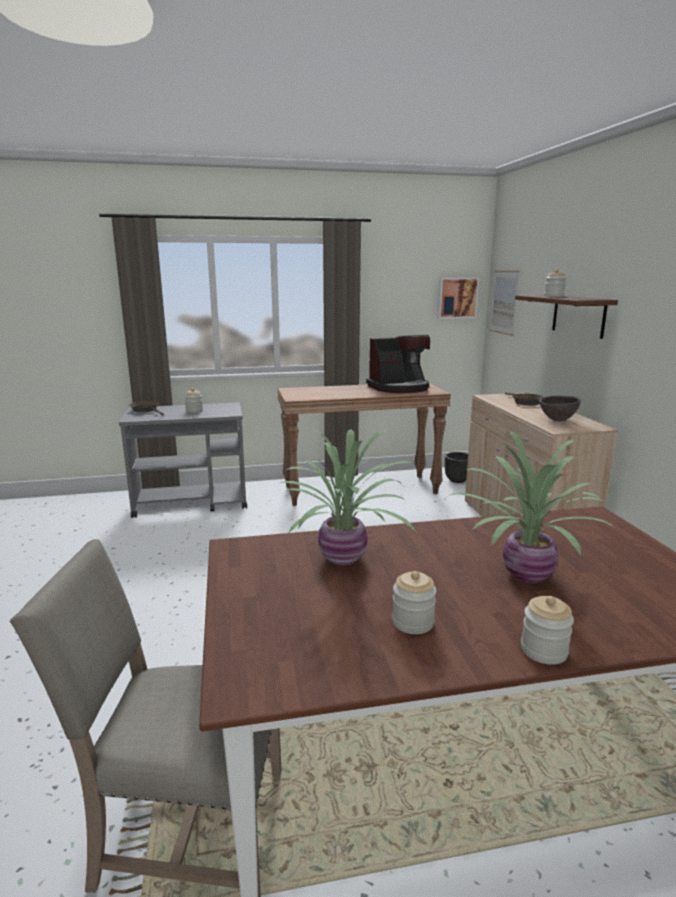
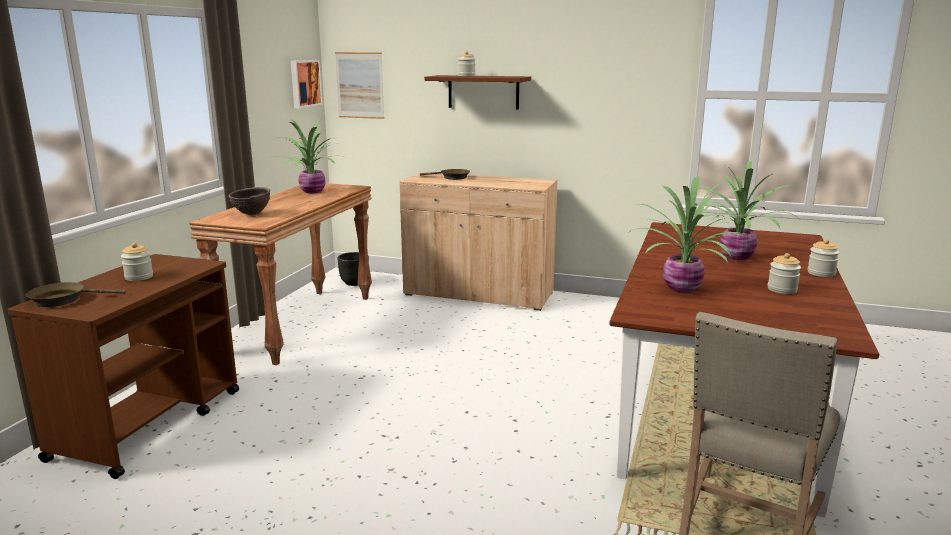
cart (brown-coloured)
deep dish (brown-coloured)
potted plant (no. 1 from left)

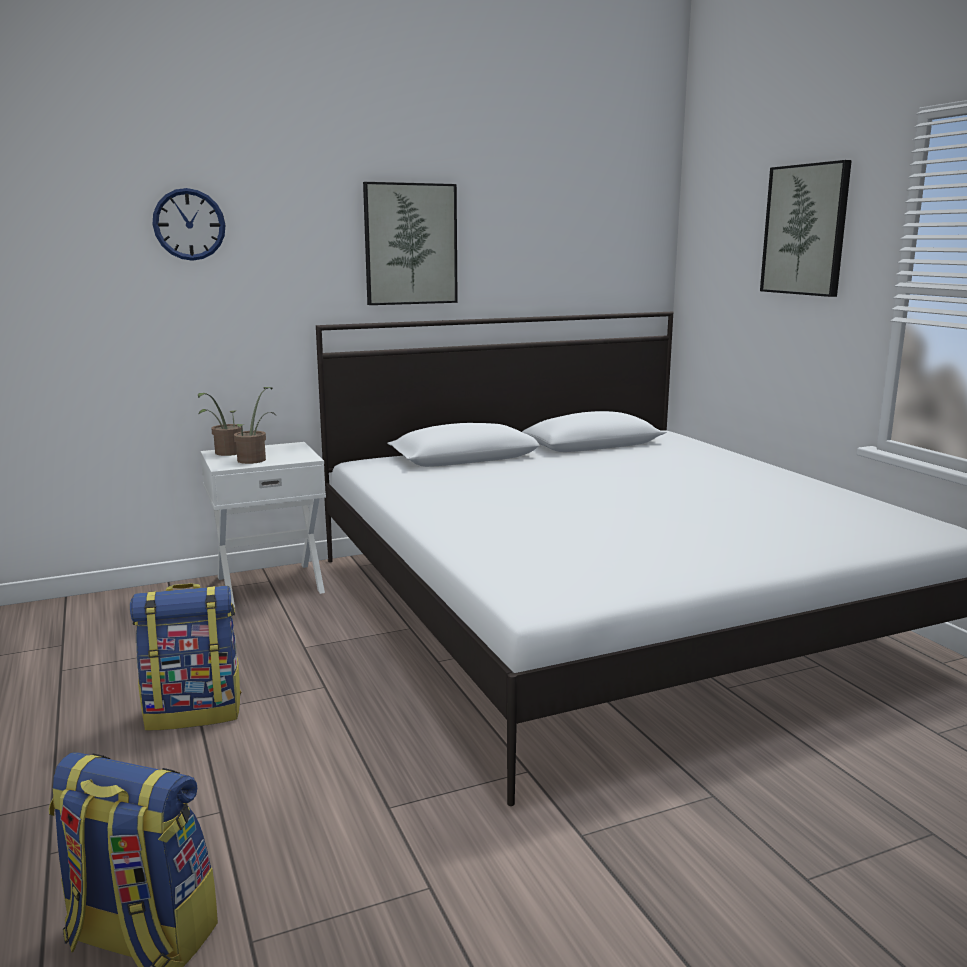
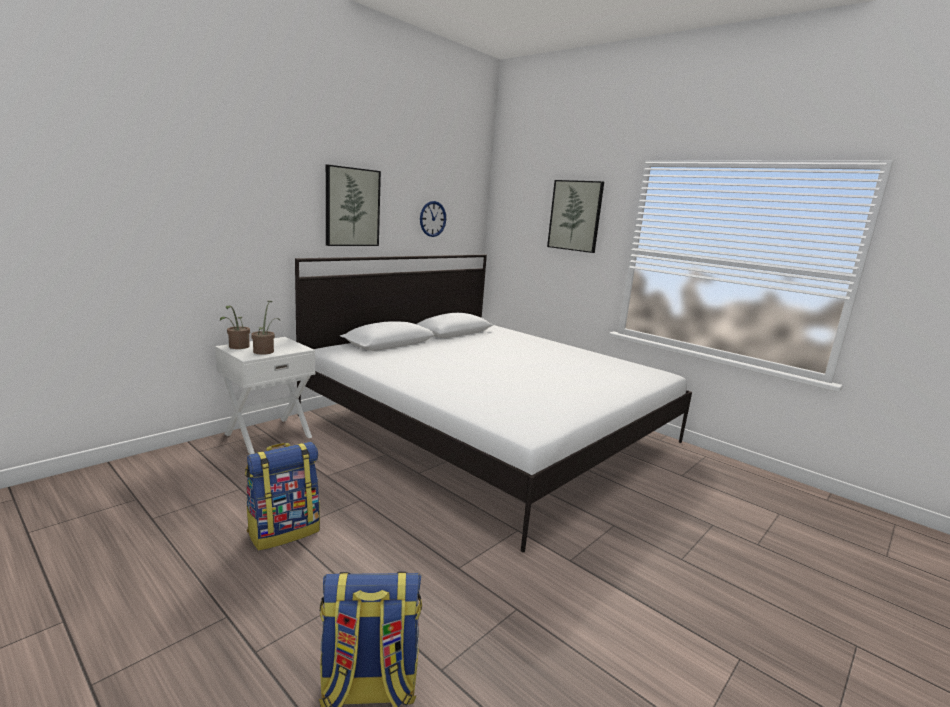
hanging clock

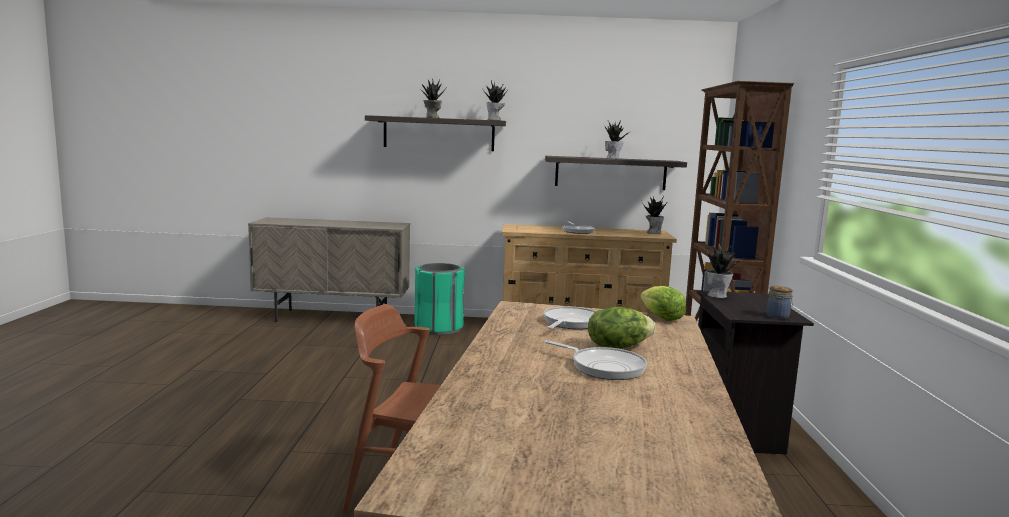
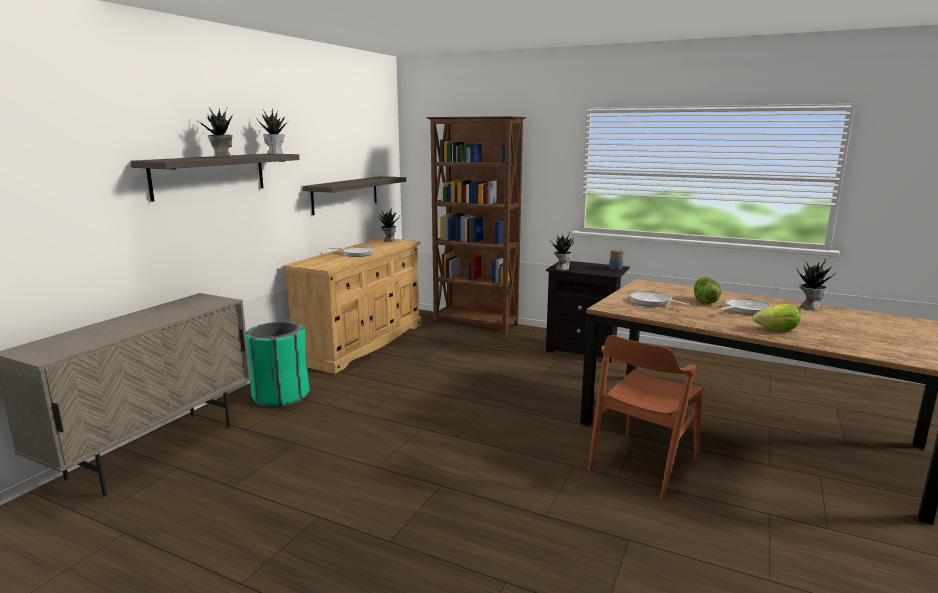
head of lettuce (no. 2 from left)
potted plant (no. 5 from left)

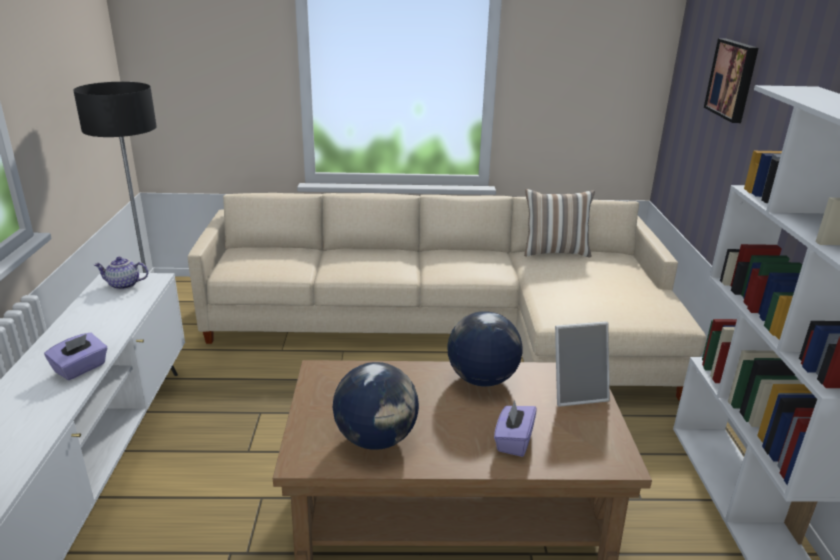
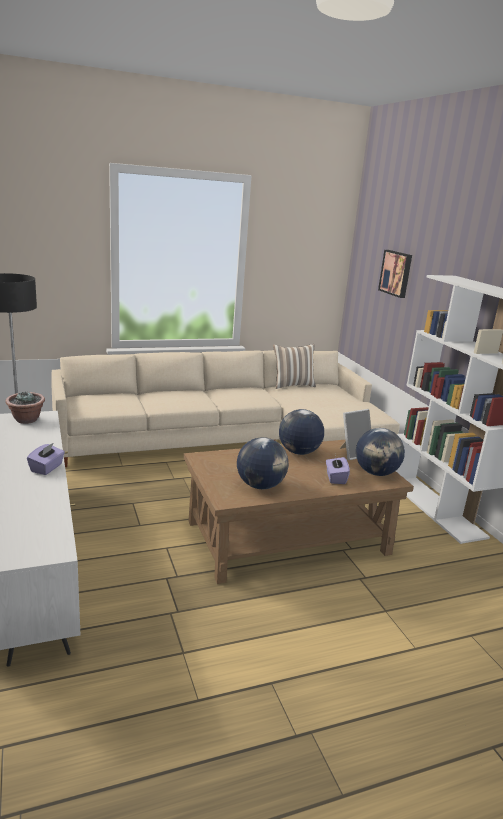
potted plant
desk globe (no. 3 from left)

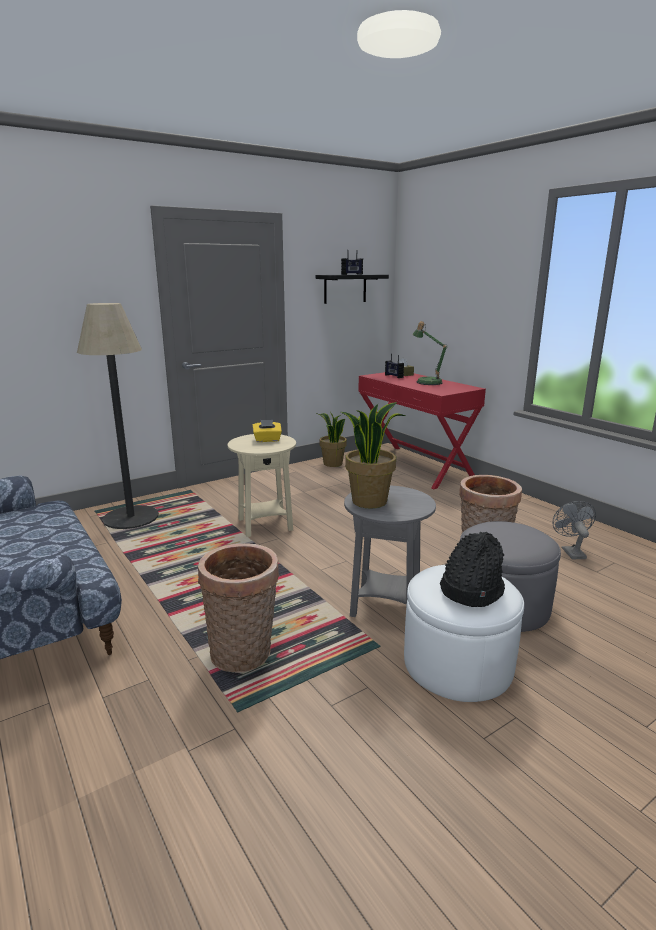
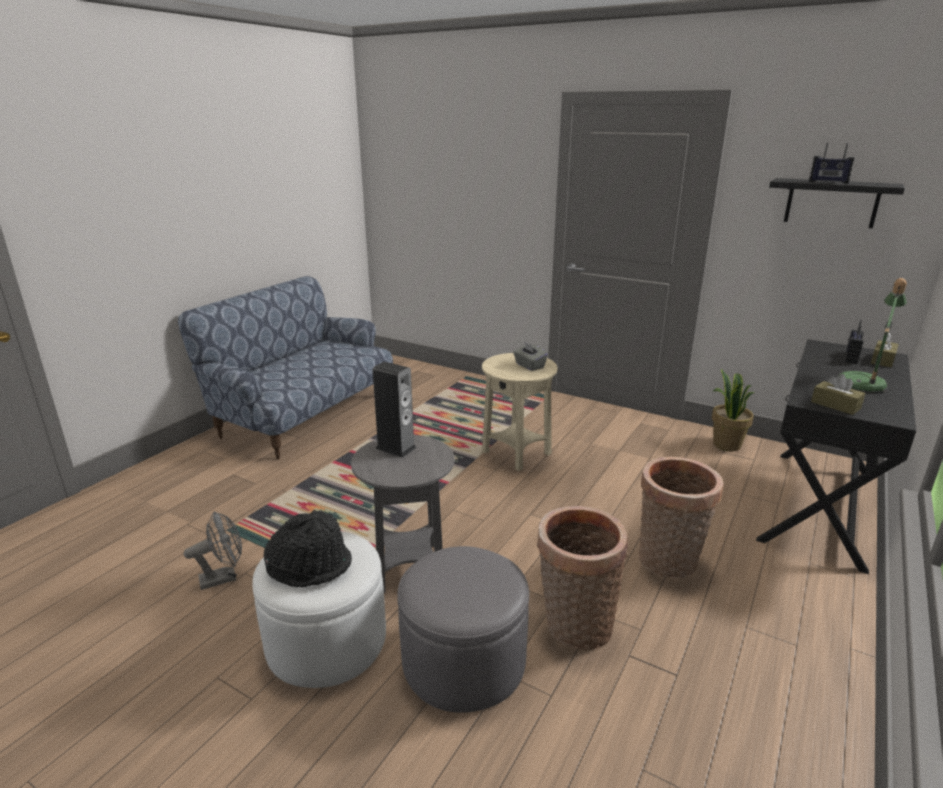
cooling fan (gray)
loudspeaker
box of tissues (gray)
basket (no. 2 from left)
narrow table (black)
box of tissues (brown-coloured) (no. 1 from left)
floor lamp

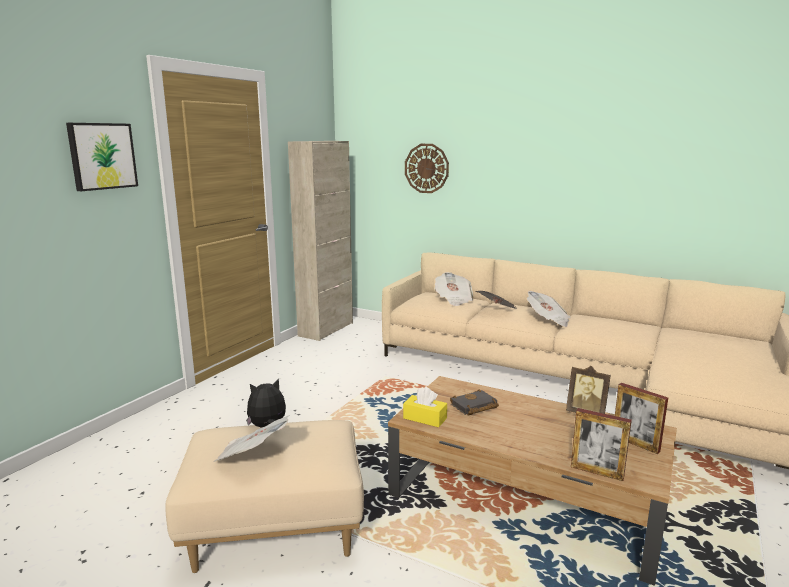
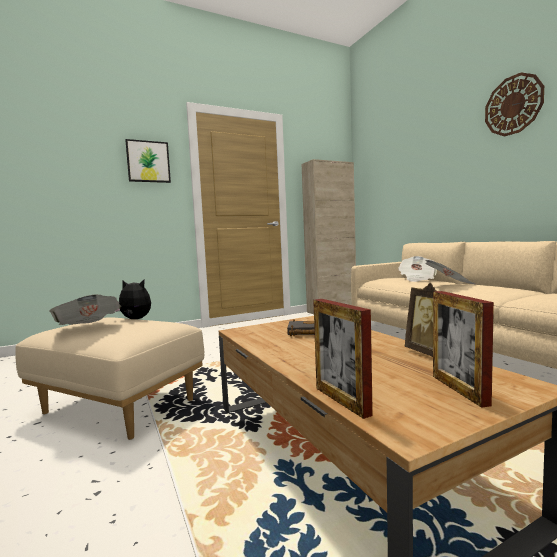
hanging clock
box of tissues (yellowish)
newspaper (no. 4 from left in the first image)

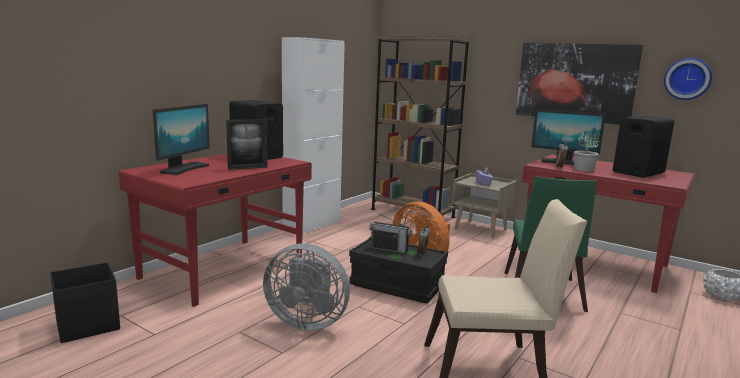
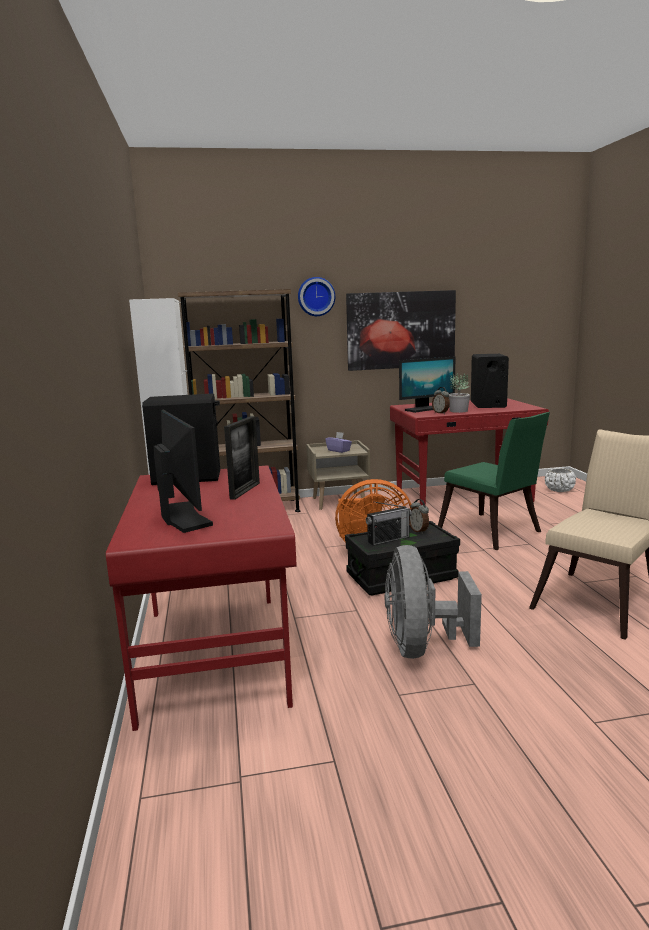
hanging clock
cooling fan (gray)
storage bin (black) (no. 1 from left in the first image)

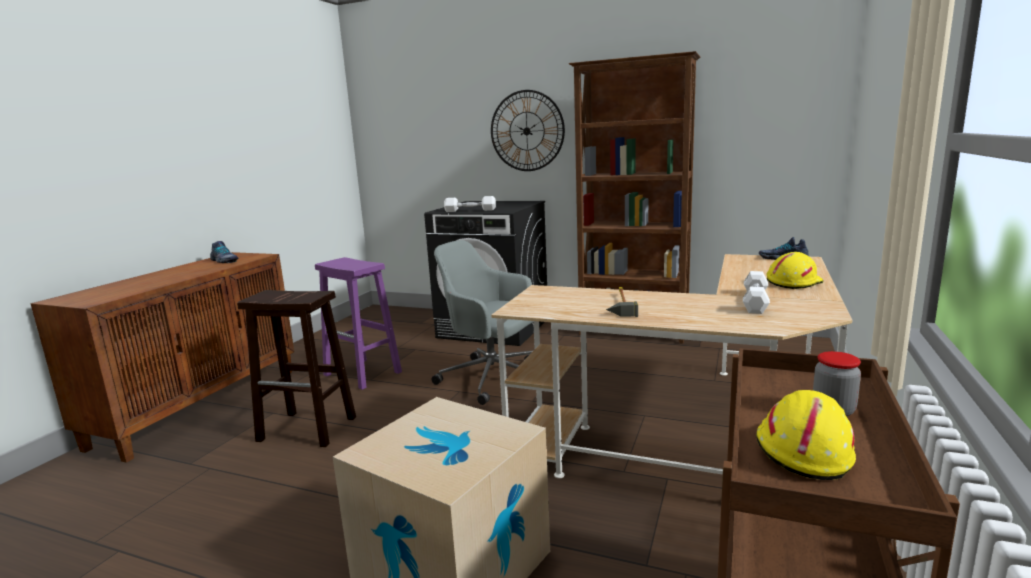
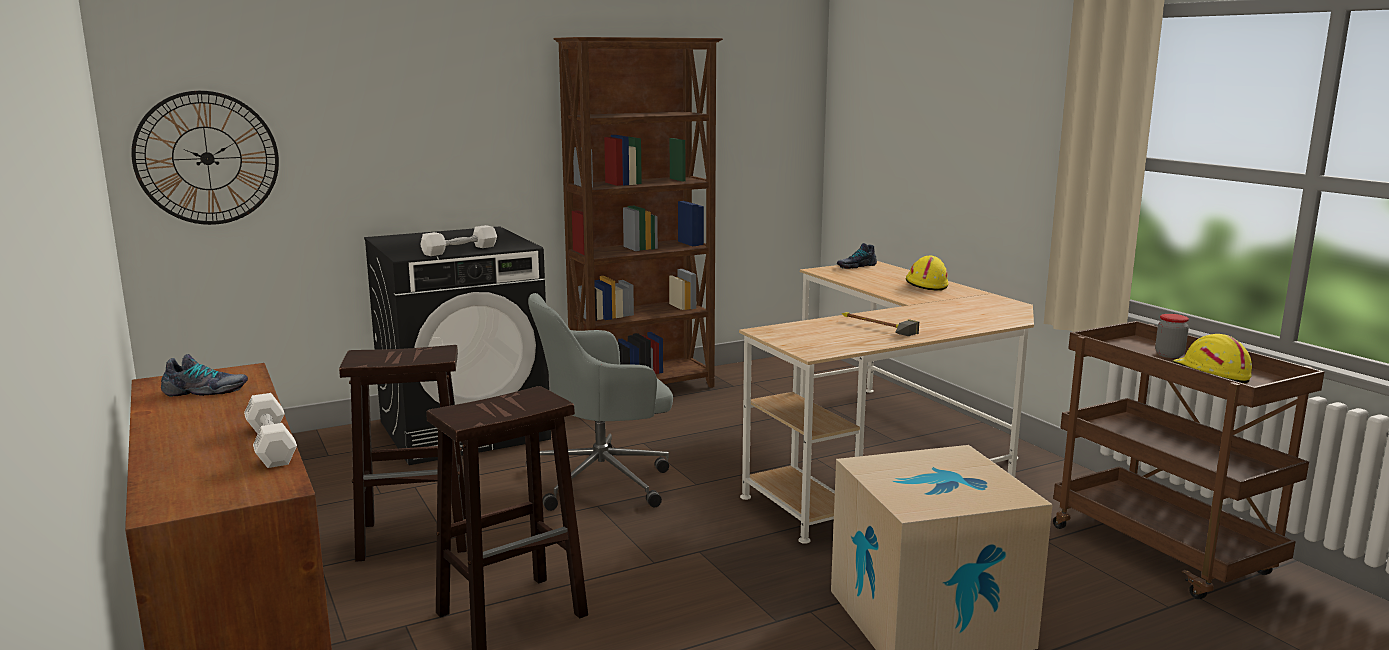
hanging clock
hand weight (white) (no. 1 from left)
stool seat (brown-coloured) (no. 1 from left)

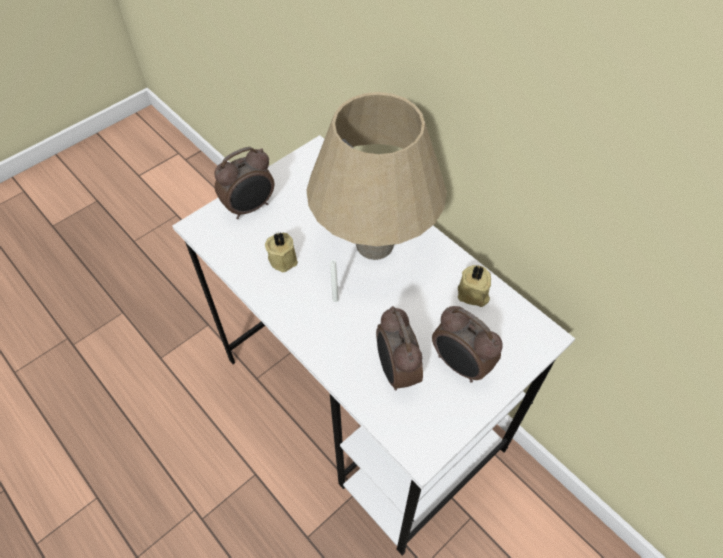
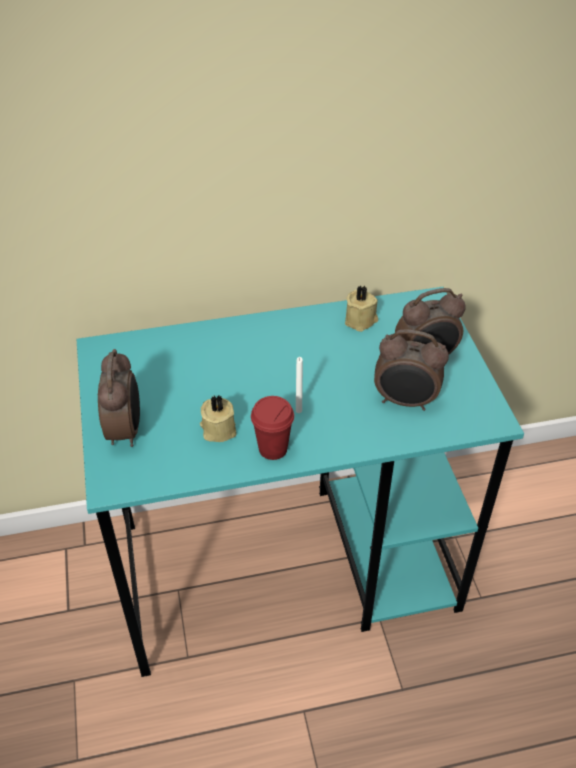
desk (turquoise)
cup (red-coloured)
lamp for a table (beige)

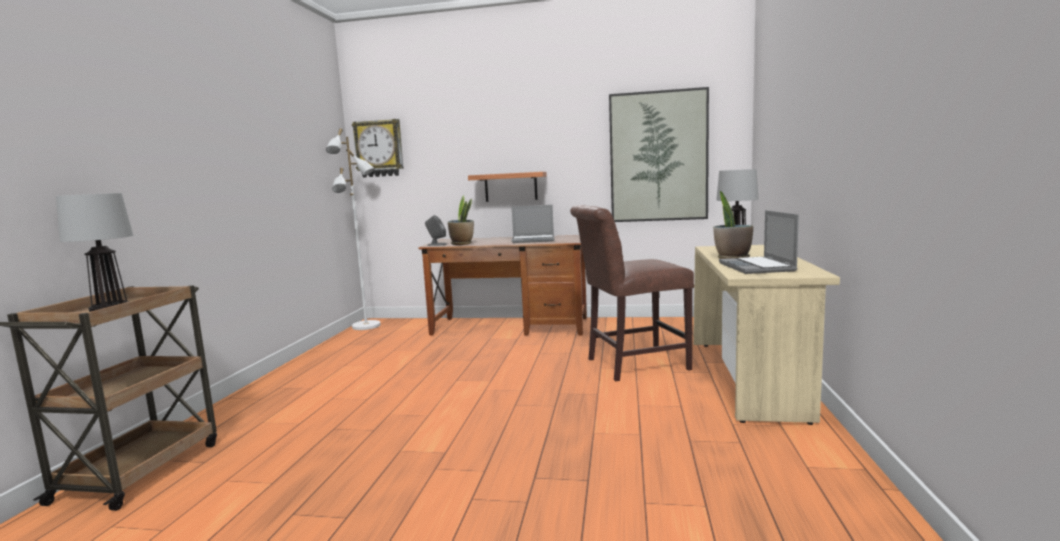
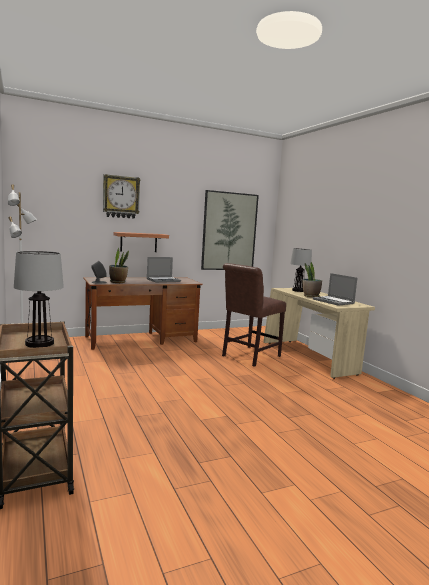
hanging clock

